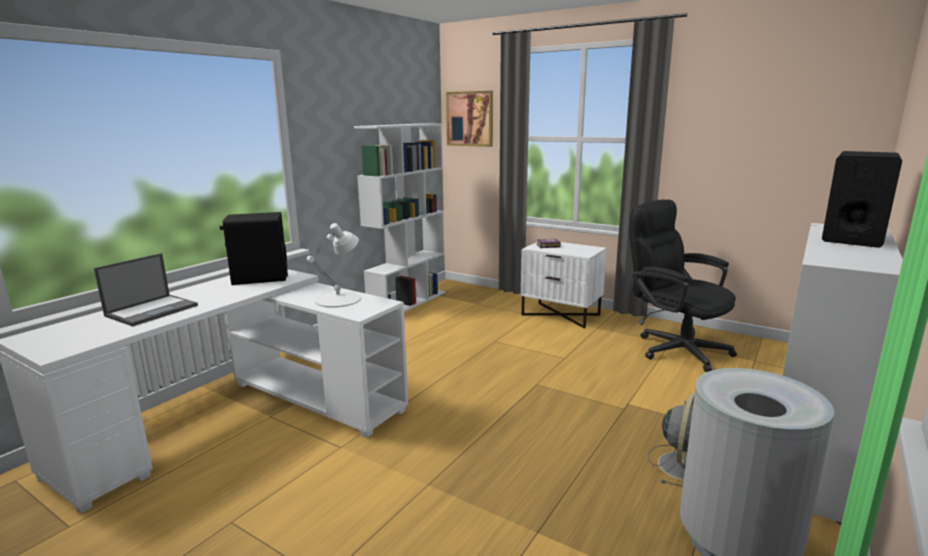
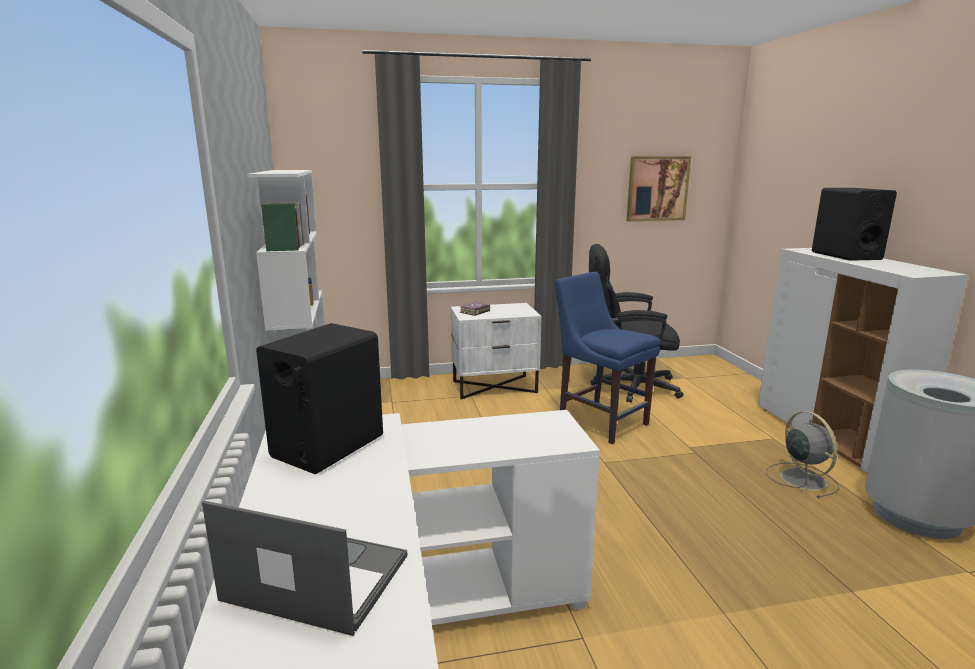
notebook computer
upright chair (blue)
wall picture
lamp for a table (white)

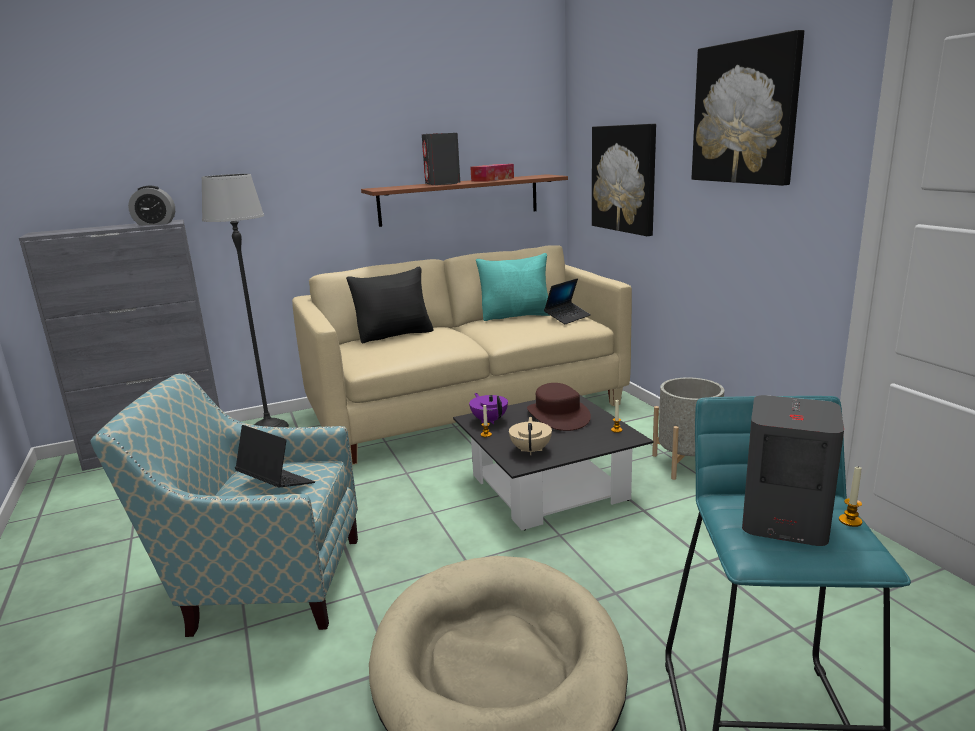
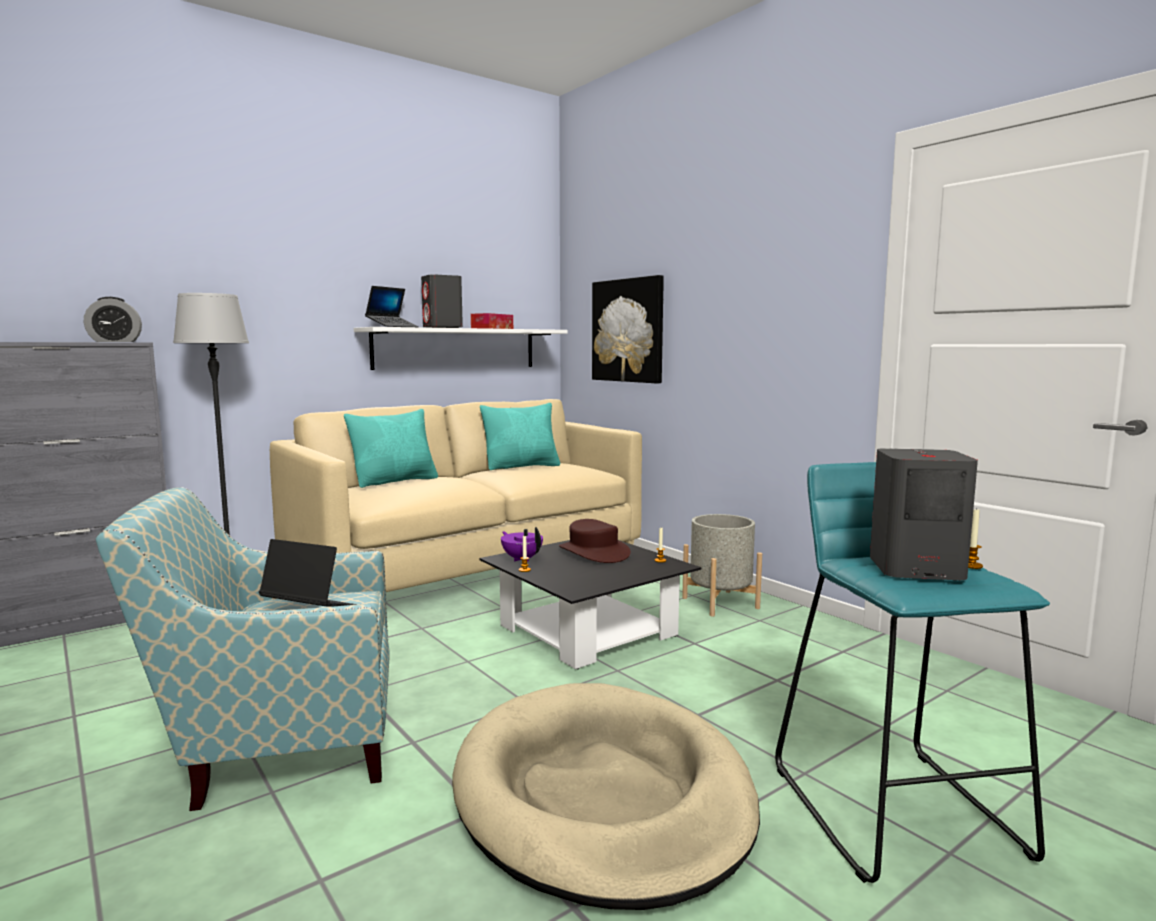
pillow (turquoise) (no. 1 from left)
wall shelf (white)
notebook computer (no. 2 from left)
teapot (beige)
wall picture (no. 2 from left in the first image)

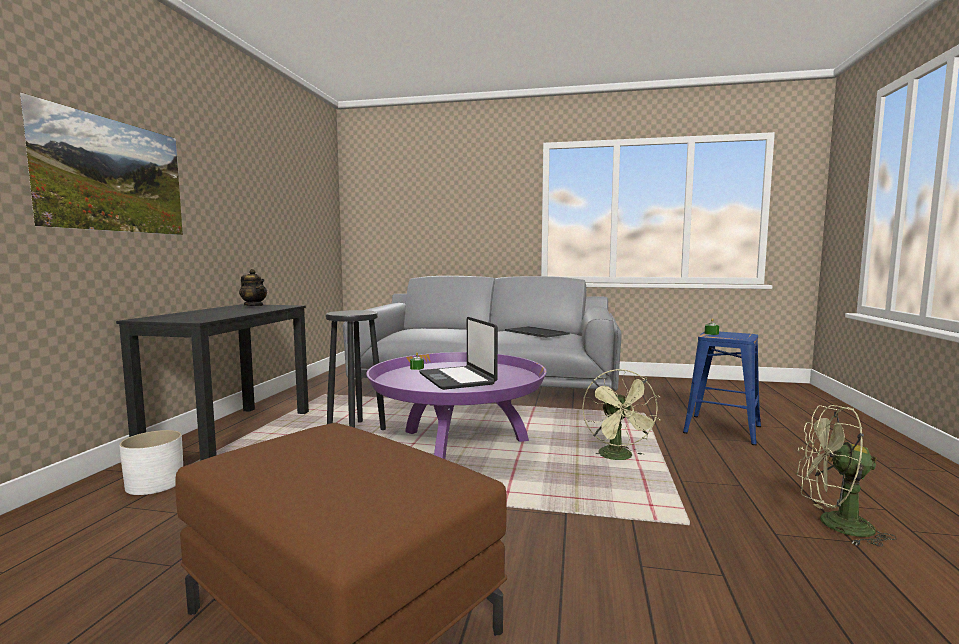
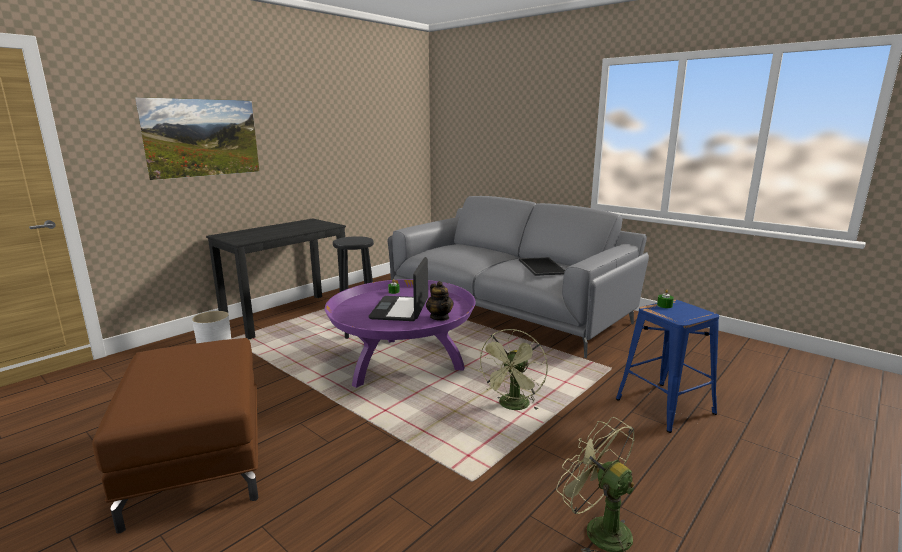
teapot

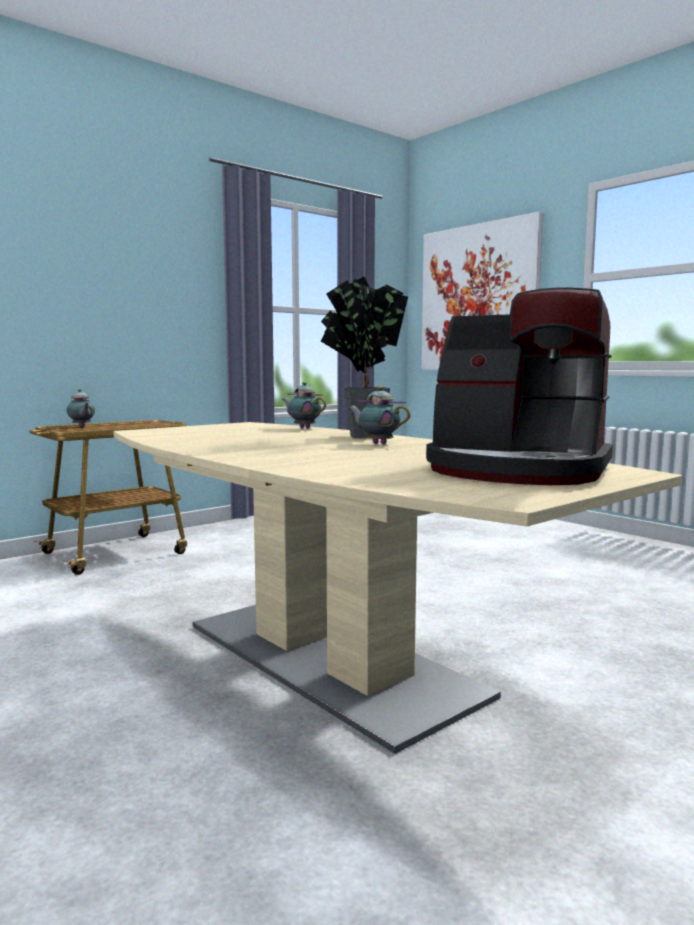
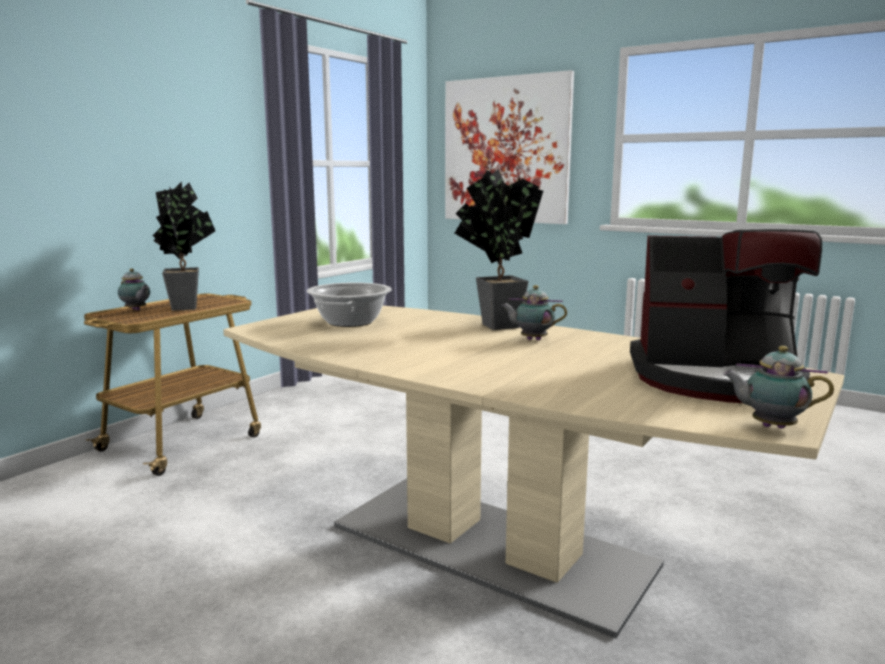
potted plant (no. 1 from left)
cooking pot
teapot (no. 3 from left)

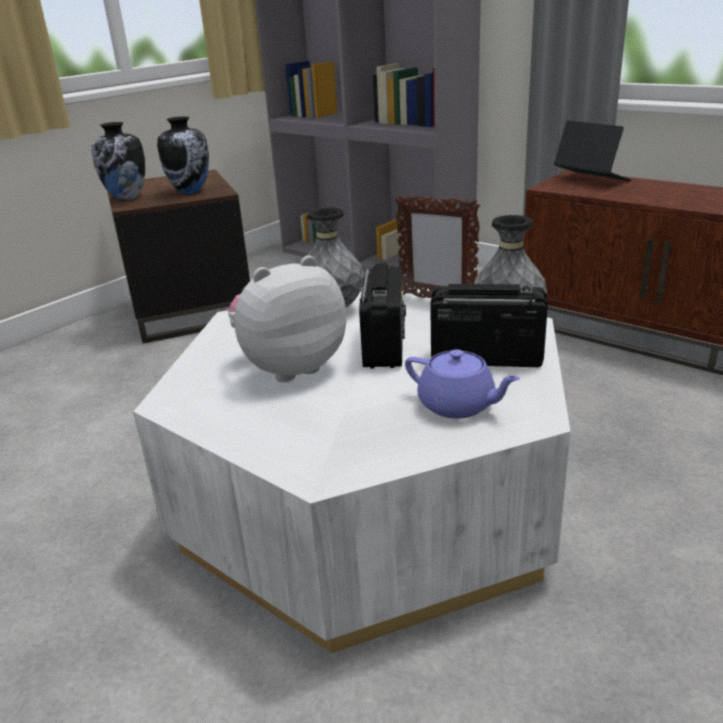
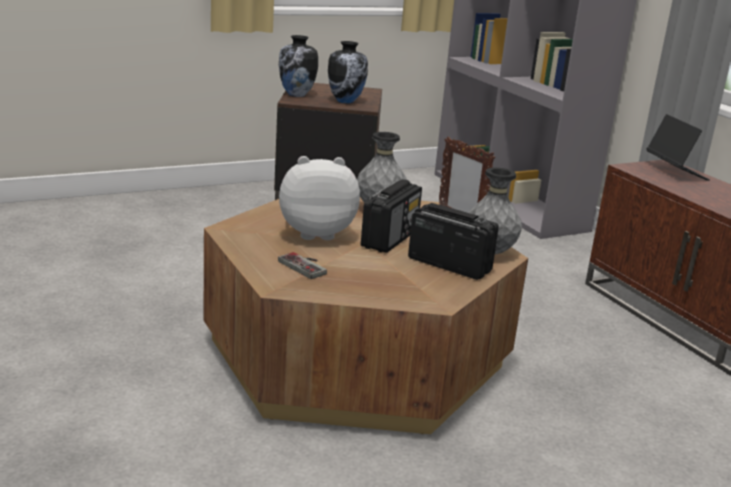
lounge table (brown-coloured)
gamepad
teapot (purplish)

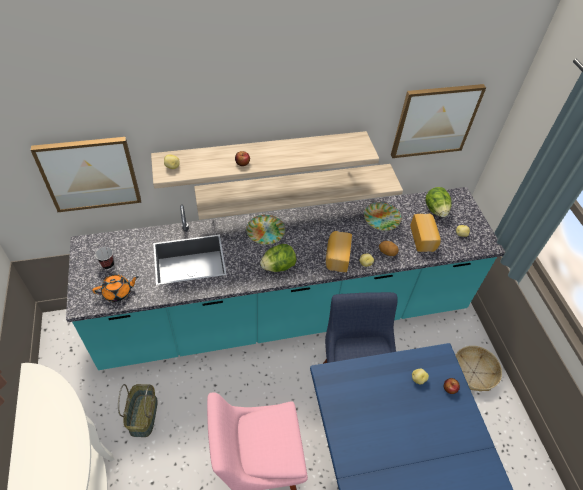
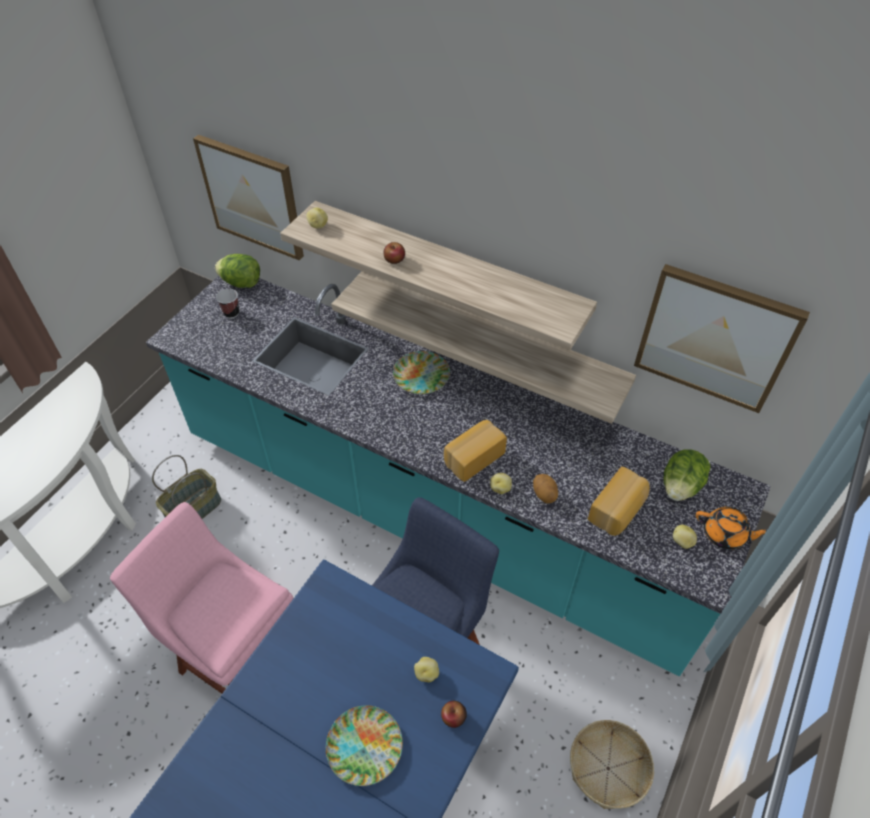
head of lettuce (no. 1 from left)
dinner plate (no. 1 from left)
teapot (orange)

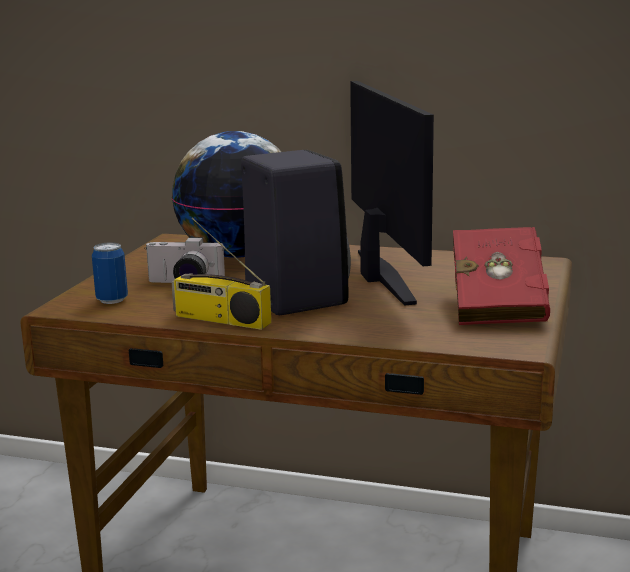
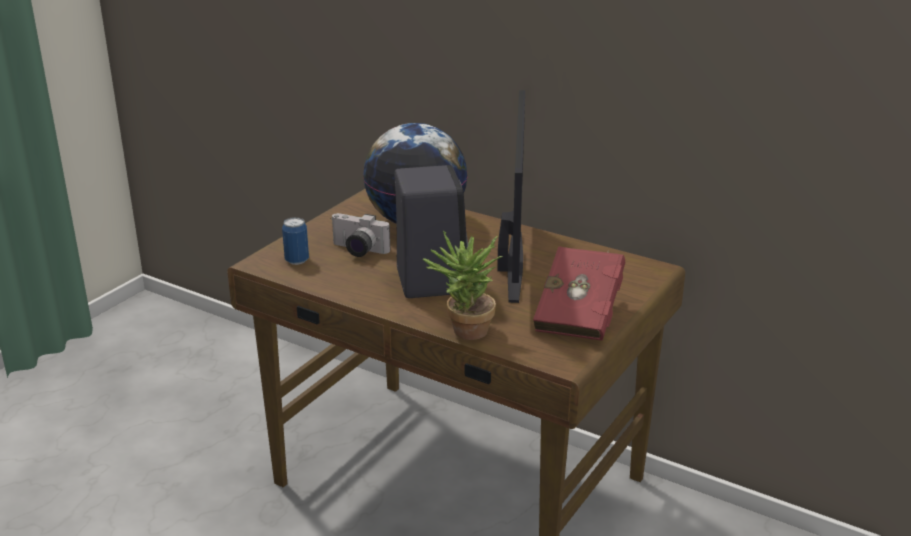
potted plant
radio set

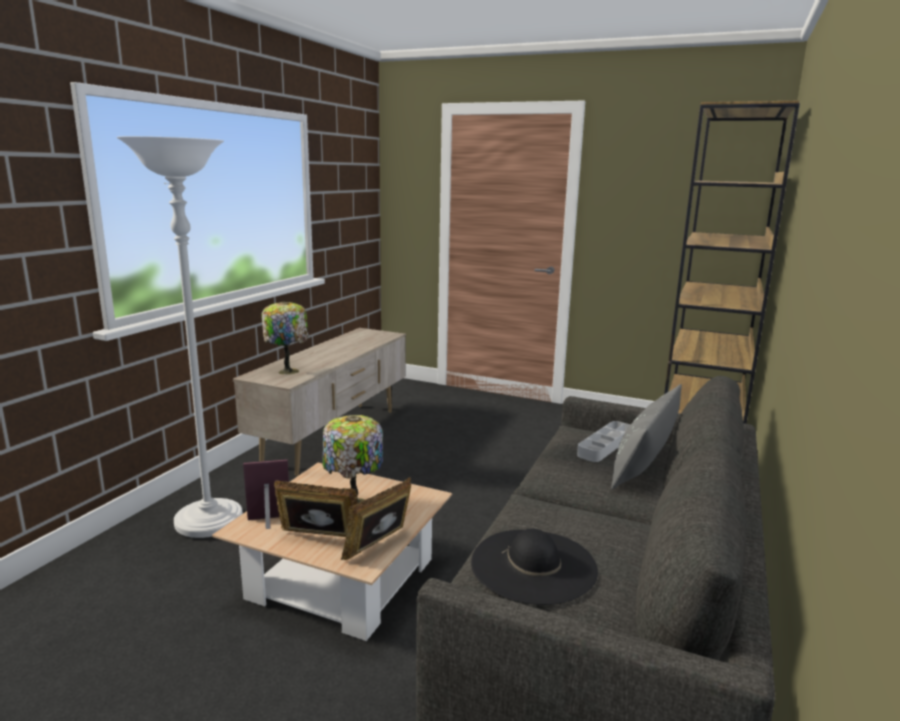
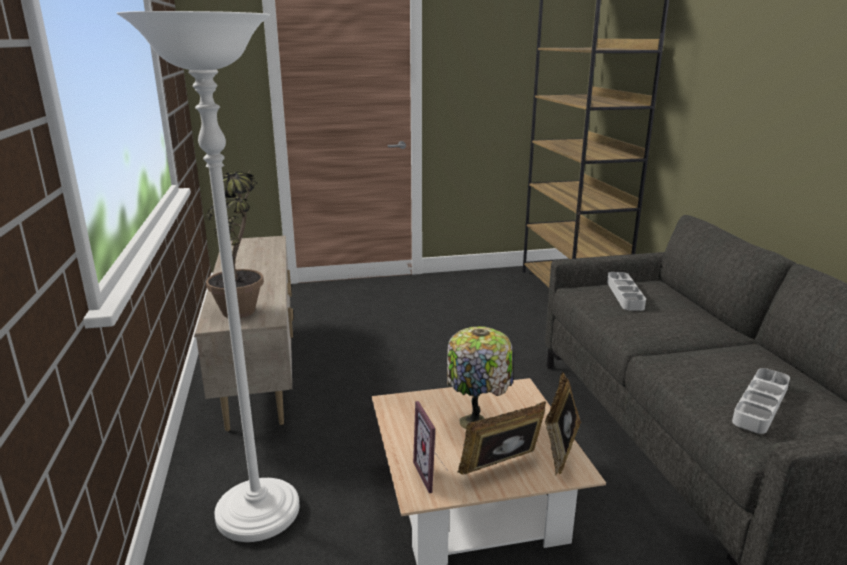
potted plant
photo frame (no. 1 from left)
tray (gray) (no. 2 from left)
pillow (gray)

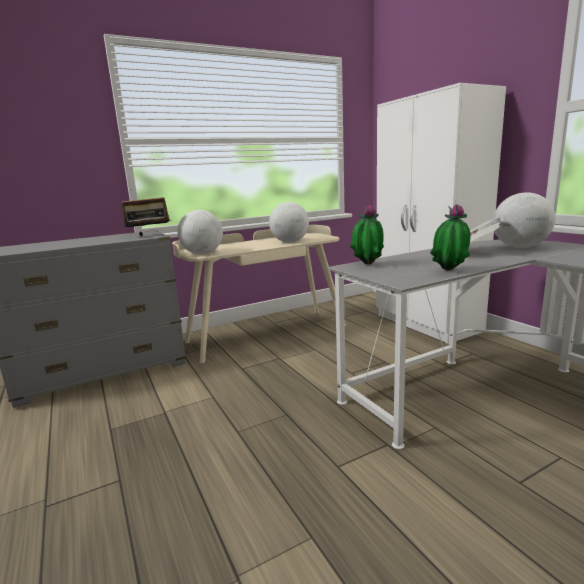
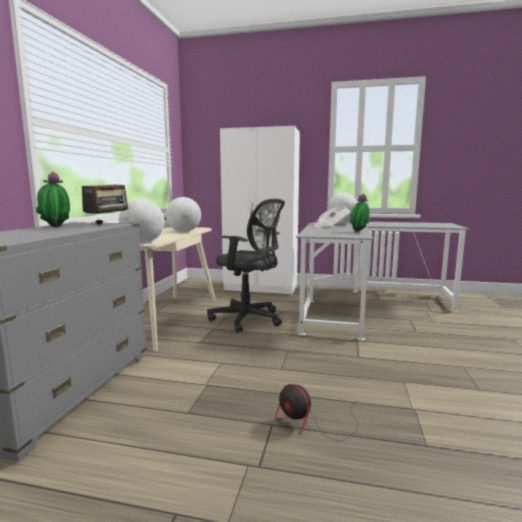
potted plant (no. 1 from left)
office chair (black)
cooling fan

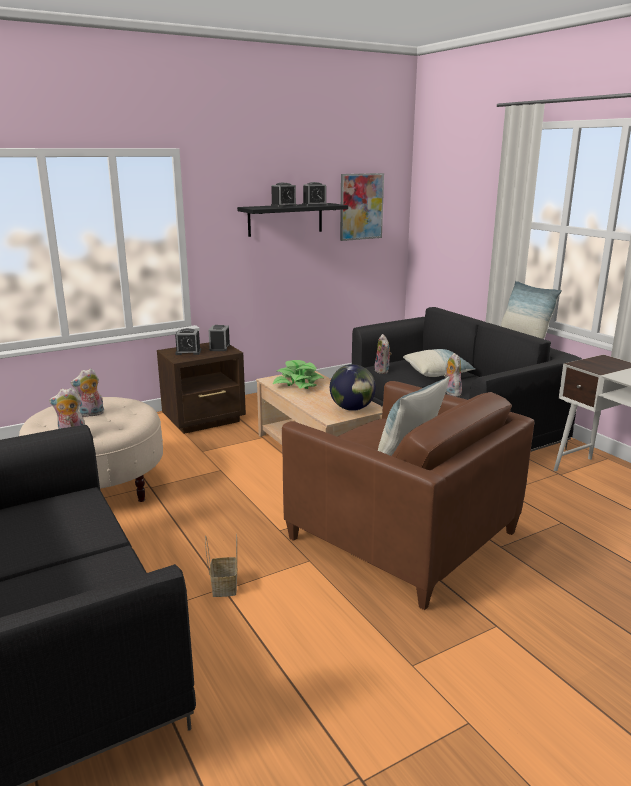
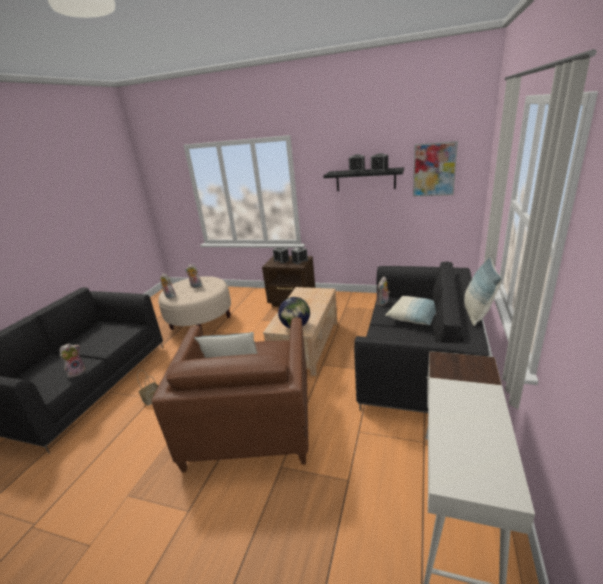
soft toy (no. 1 from left)
potted plant

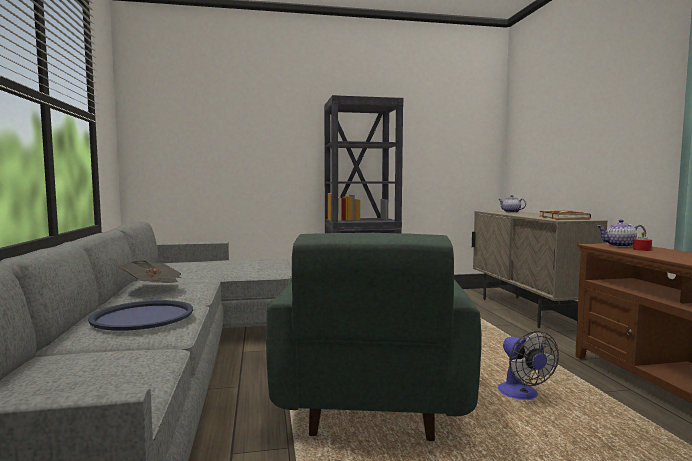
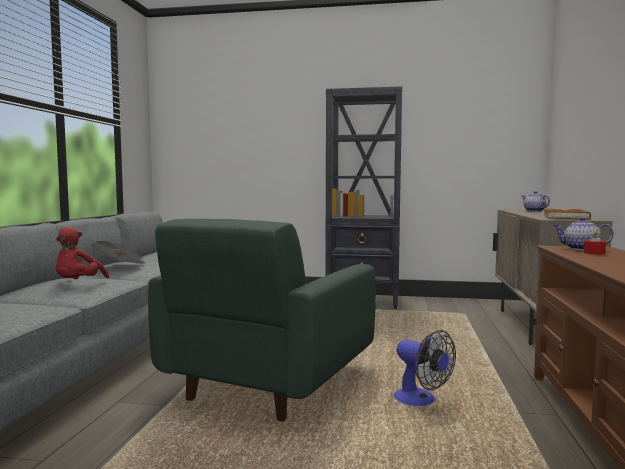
soft toy (red-coloured)
cooling fan

